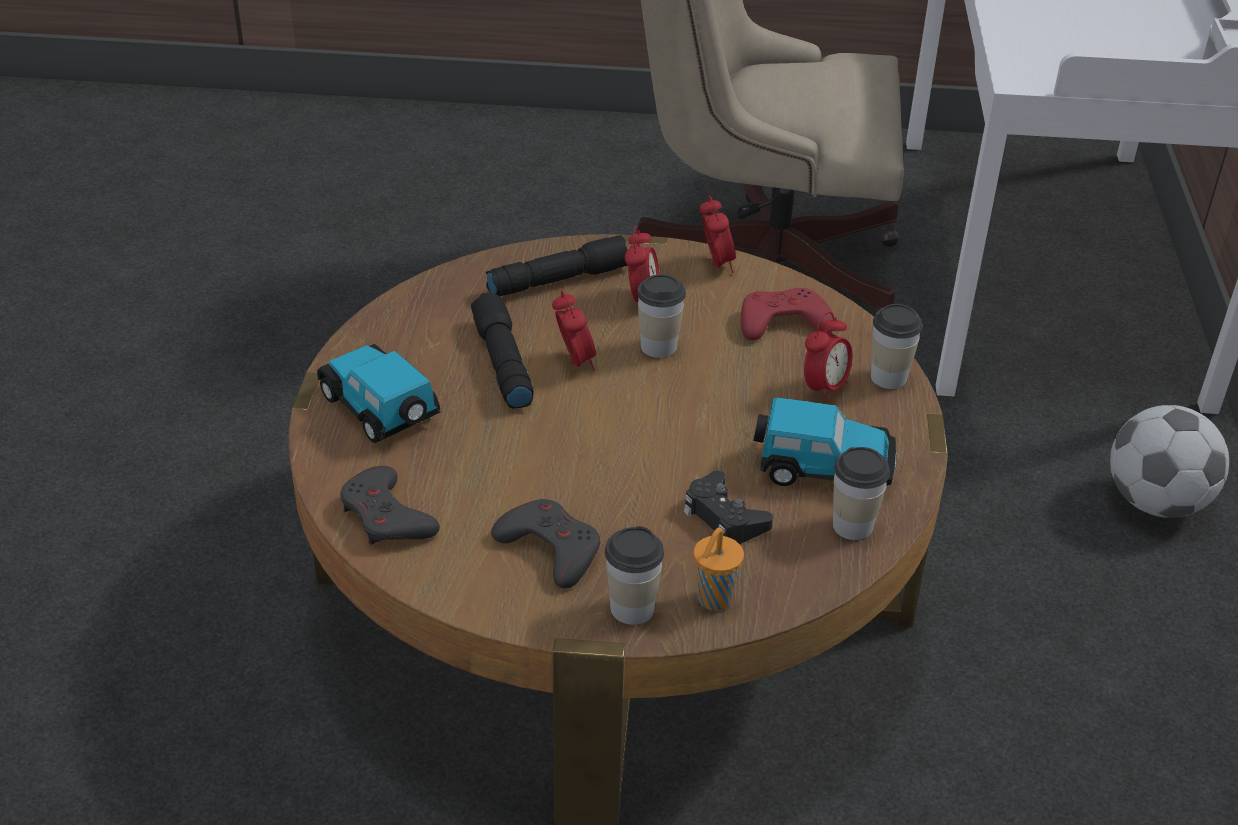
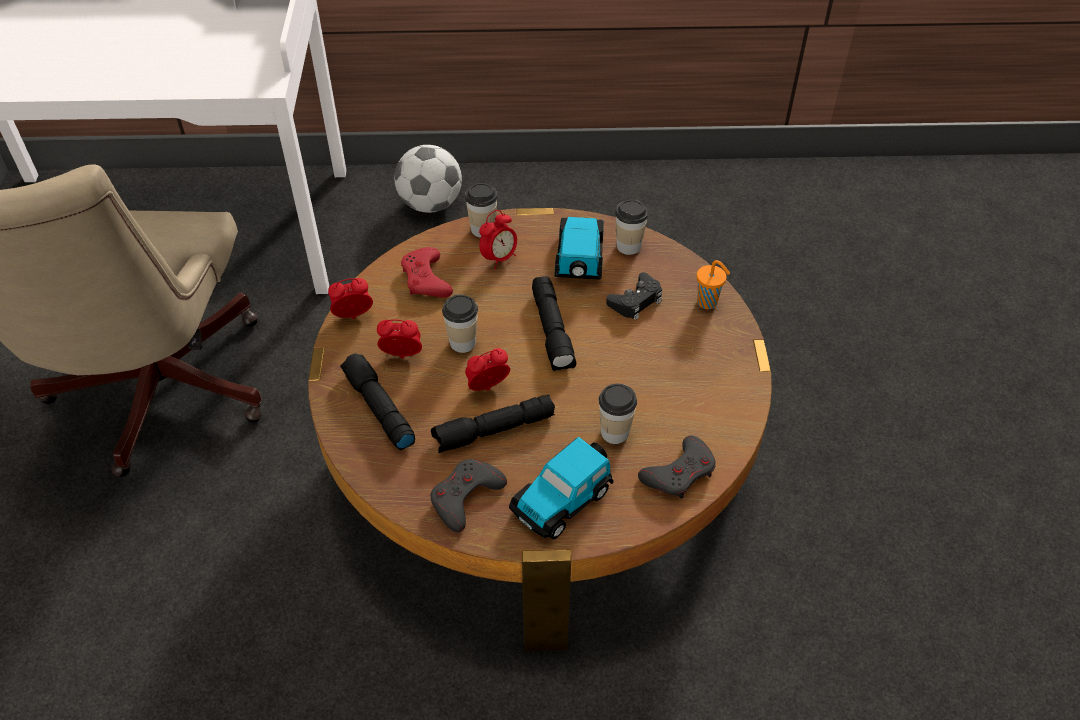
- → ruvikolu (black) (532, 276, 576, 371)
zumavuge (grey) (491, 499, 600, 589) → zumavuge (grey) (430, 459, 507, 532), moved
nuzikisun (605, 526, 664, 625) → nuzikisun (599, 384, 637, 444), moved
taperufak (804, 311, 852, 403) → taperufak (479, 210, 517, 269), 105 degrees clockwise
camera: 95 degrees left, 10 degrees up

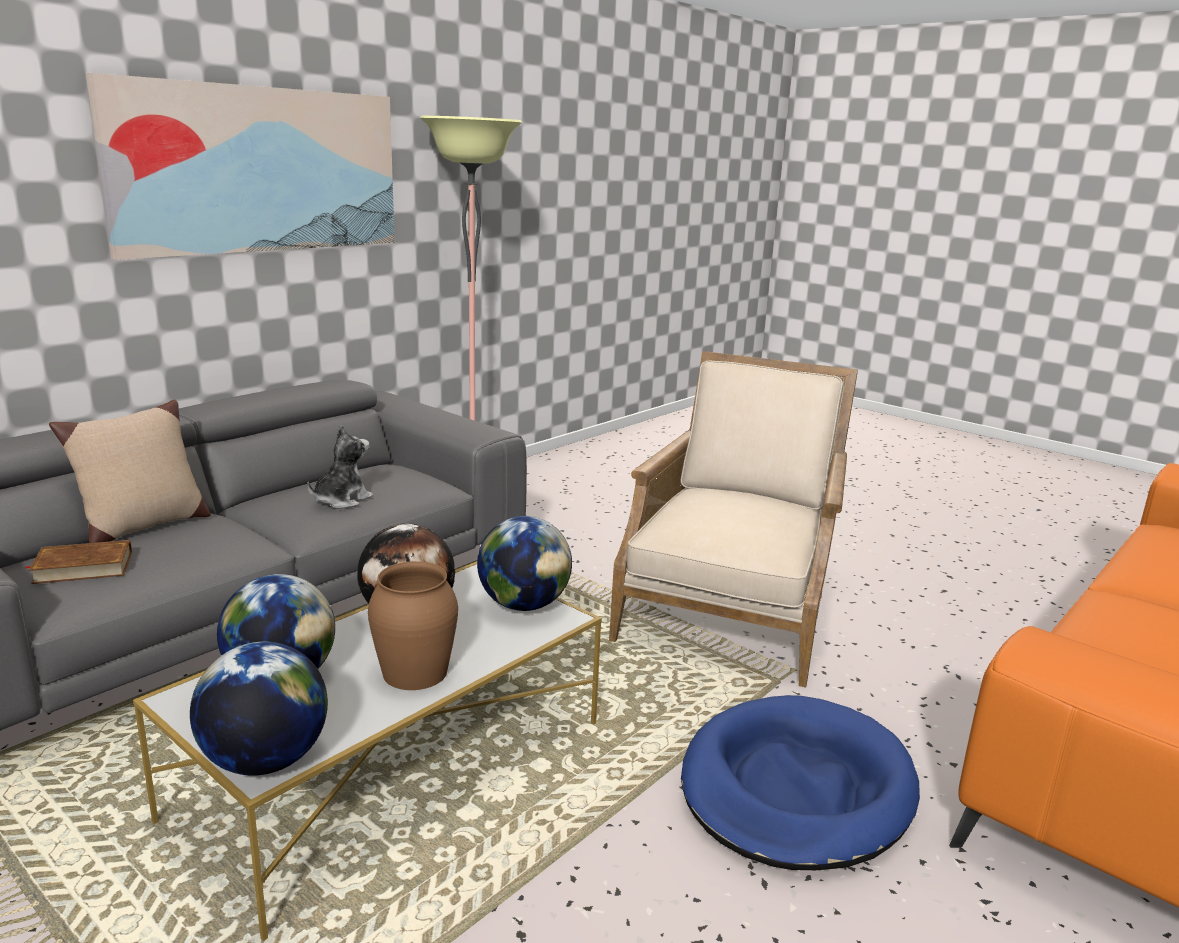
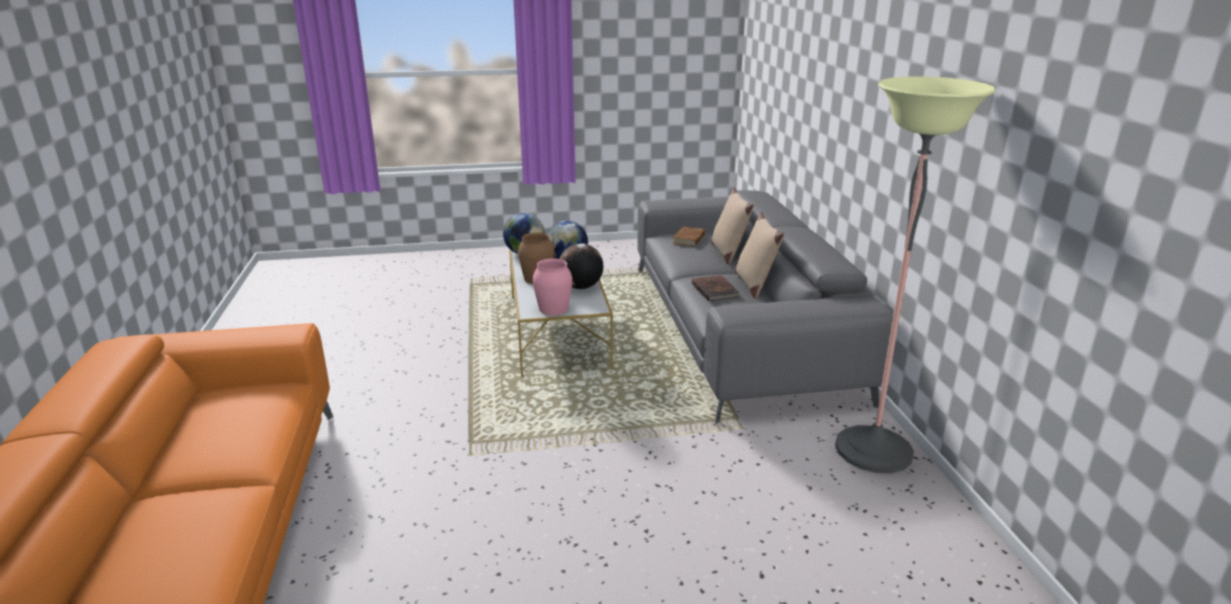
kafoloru (86, 73, 395, 260) → -
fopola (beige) (609, 351, 858, 688) → -
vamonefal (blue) (681, 695, 920, 870) → -
- → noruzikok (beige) (735, 212, 785, 298)
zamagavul (307, 425, 373, 509) → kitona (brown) (692, 275, 739, 301)
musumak (477, 516, 572, 611) → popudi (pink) (533, 258, 572, 315)
camera: 130 degrees right, 5 degrees up

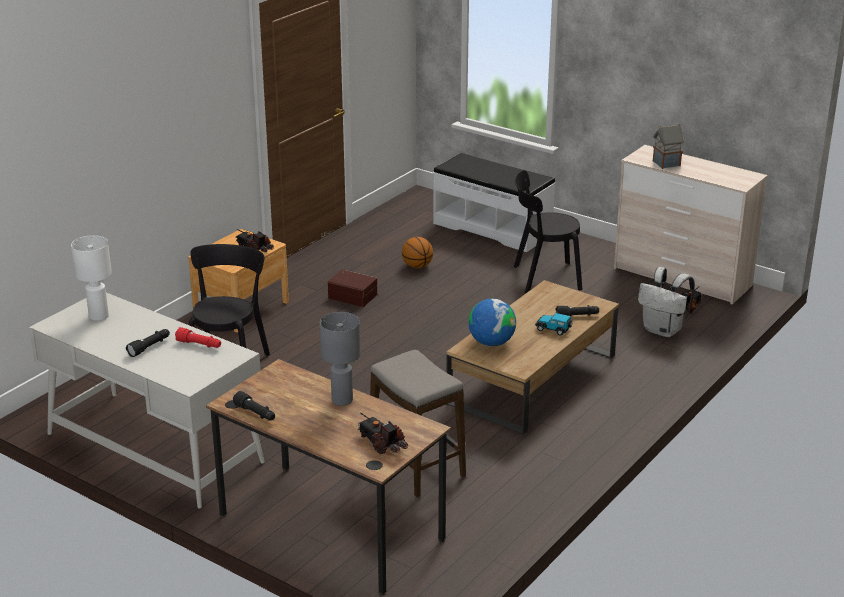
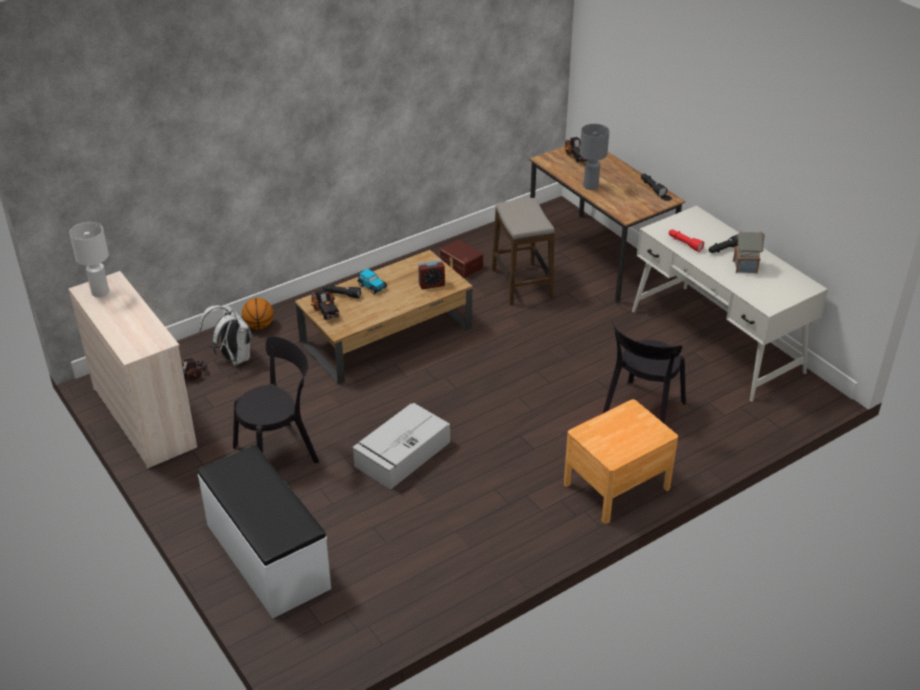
- → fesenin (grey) (352, 403, 450, 490)
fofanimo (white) (71, 235, 112, 321) → fofanimo (white) (69, 222, 109, 297), moved
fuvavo (235, 229, 274, 252) → fuvavo (311, 289, 340, 320), moved
fesenin (brown) (328, 270, 377, 307) → fesenin (brown) (440, 239, 483, 278), moved
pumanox (402, 237, 433, 268) → pumanox (242, 298, 274, 329), moved
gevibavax (653, 124, 684, 169) → gevibavax (733, 231, 765, 274), moved
musumak (468, 299, 516, 346) → taperufak (418, 260, 445, 289)
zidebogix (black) (514, 170, 582, 294) → zidebogix (black) (233, 336, 319, 463), 45 degrees counterclockwise
camera: 160 degrees left, 10 degrees up

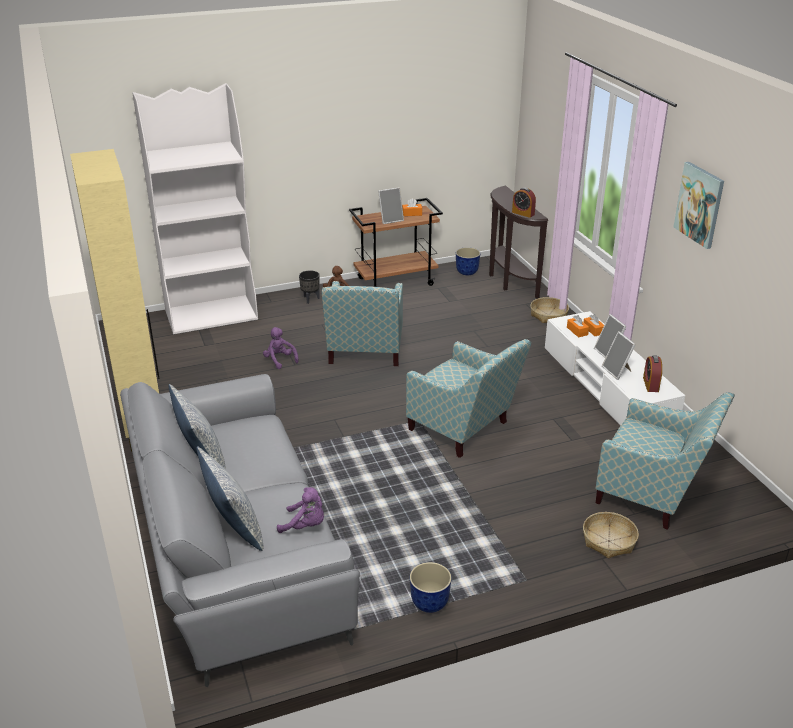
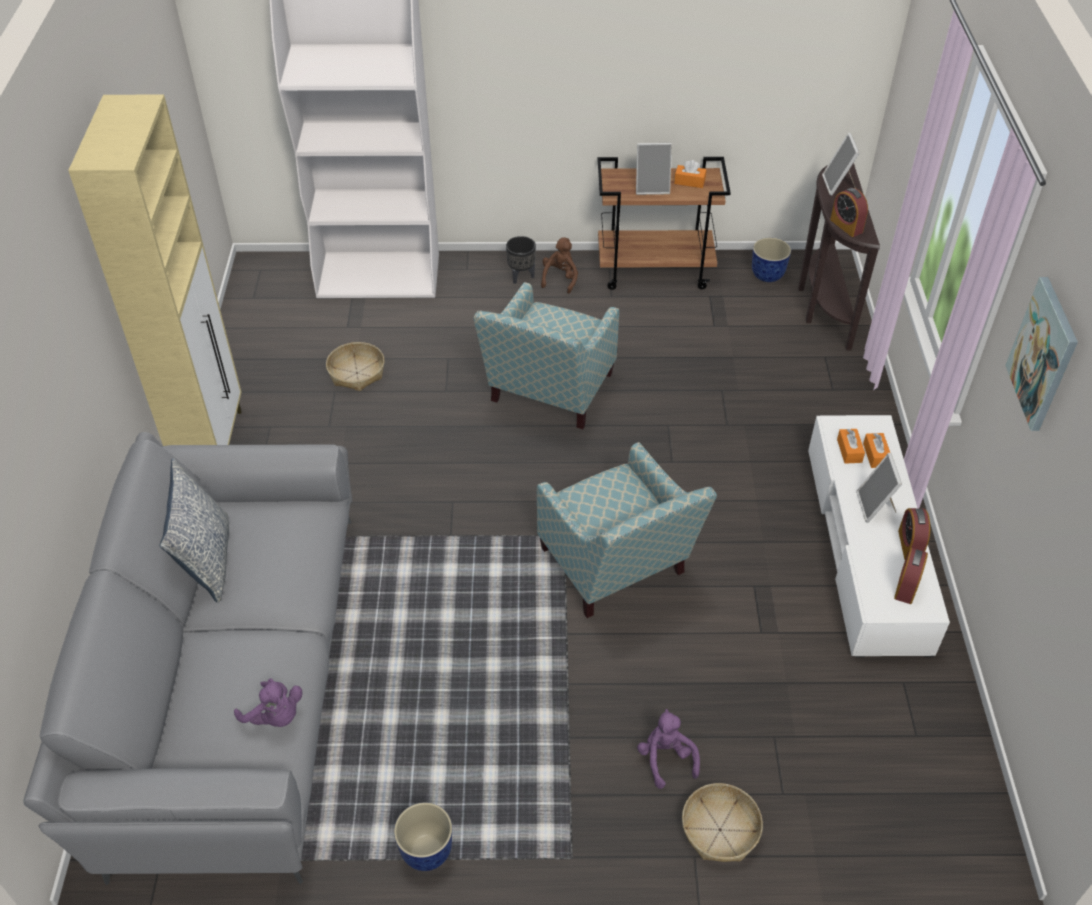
noruzikok (196, 447, 264, 551) → -
fopola (595, 392, 735, 530) → -
- → taperufak (898, 508, 930, 560)
zamagavul (purple) (263, 327, 299, 369) → zamagavul (purple) (637, 709, 700, 789), moved
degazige (530, 297, 569, 323) → degazige (326, 342, 385, 391), moved
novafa (602, 331, 636, 380) → novafa (822, 133, 860, 195), moved
camera: 20 degrees right, 15 degrees up

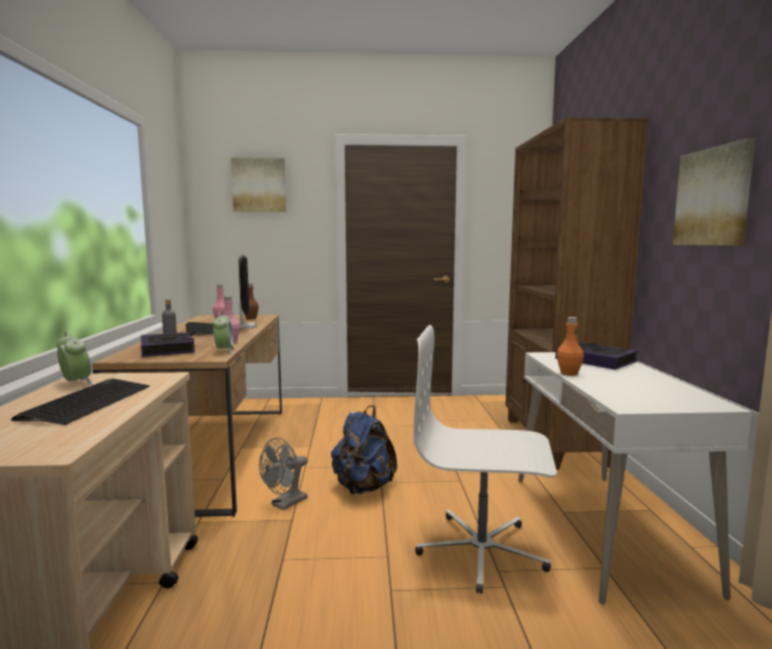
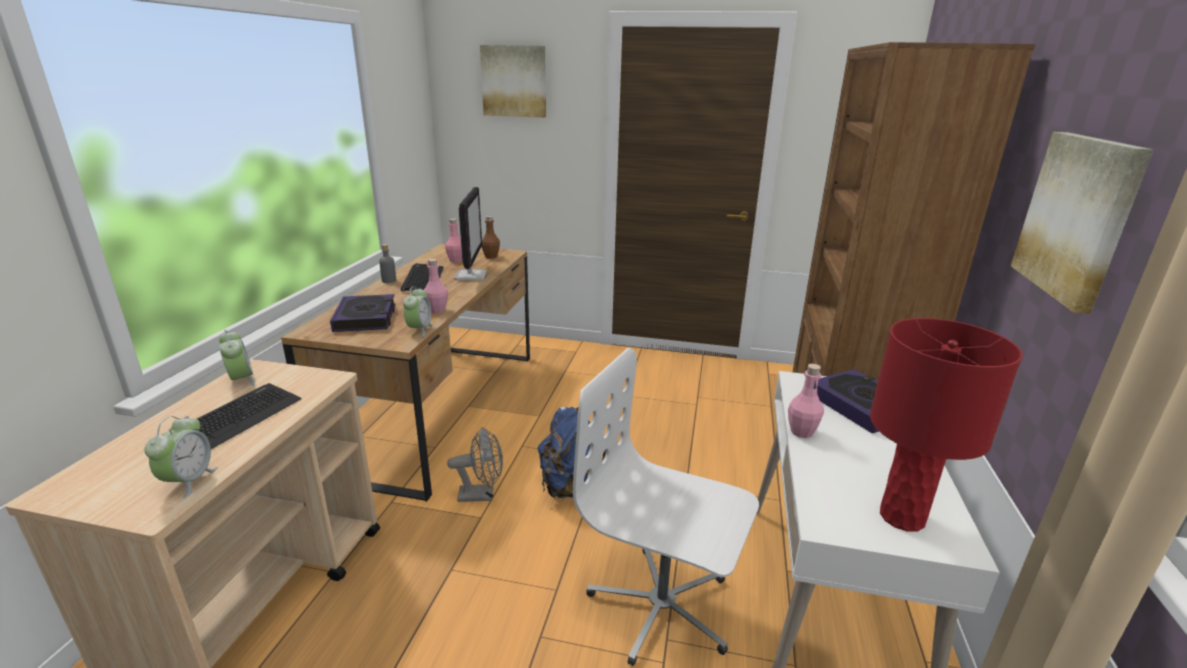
- → taperufak (144, 416, 218, 498)
- → fofanimo (red) (870, 318, 1022, 532)
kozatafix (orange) (557, 317, 584, 376) → kozatafix (pink) (788, 364, 824, 438)
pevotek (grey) (259, 438, 308, 510) → pevotek (grey) (447, 427, 503, 502), 150 degrees counterclockwise
camera: 15 degrees right, 15 degrees up

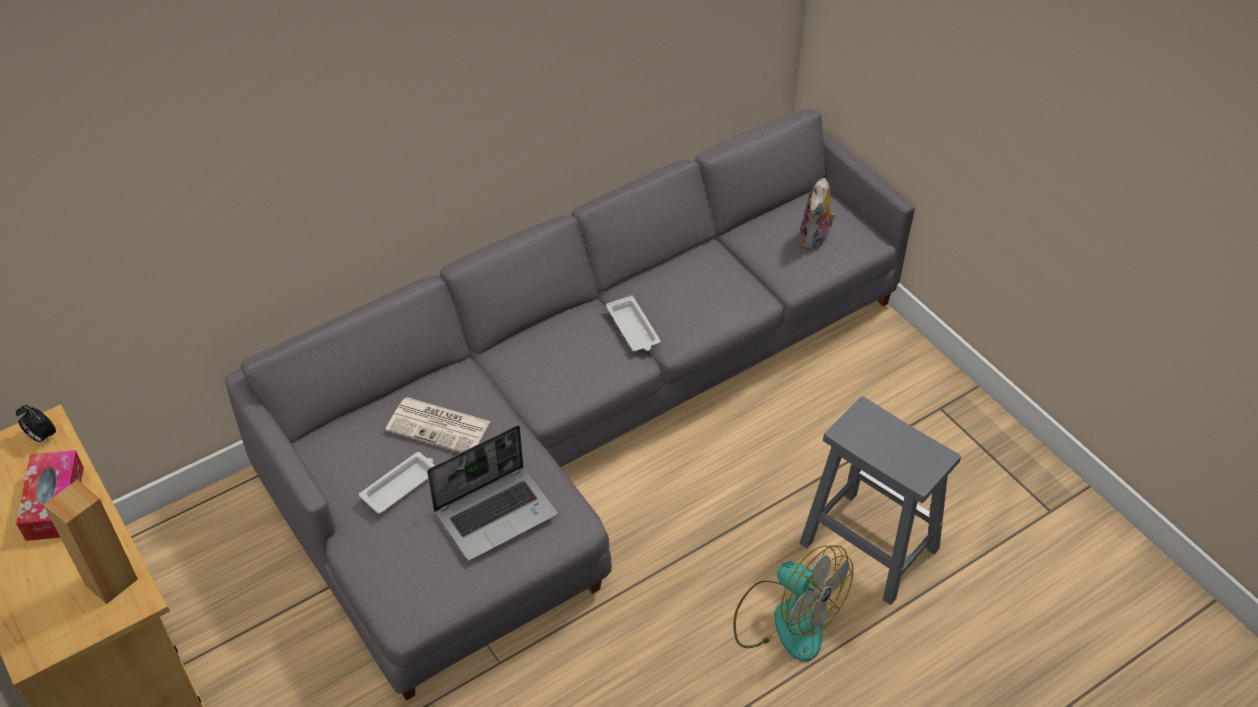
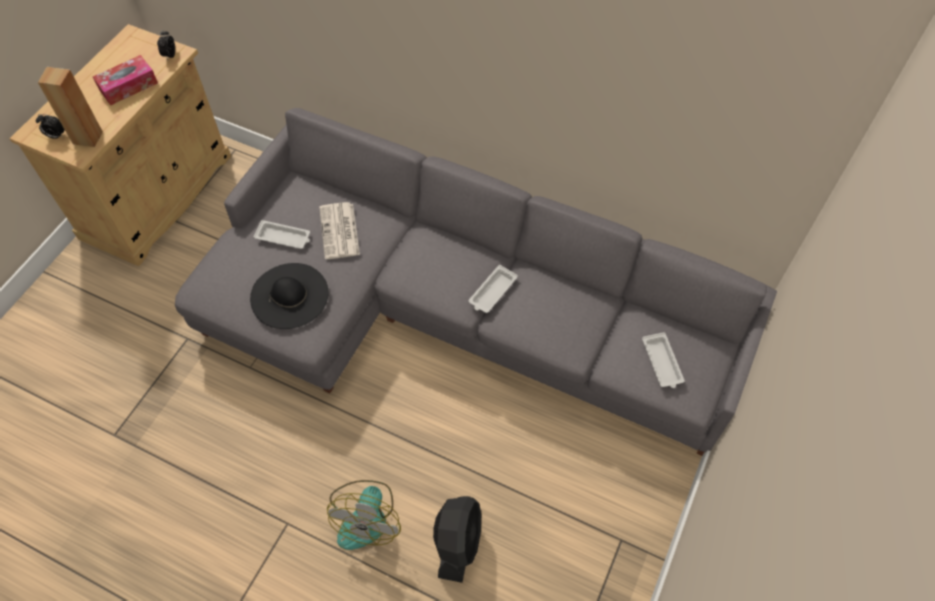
- → taperufak (36, 114, 65, 139)
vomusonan (427, 425, 558, 561) → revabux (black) (250, 263, 328, 329)
zamagavul (798, 178, 836, 250) → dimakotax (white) (642, 332, 685, 388)
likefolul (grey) (800, 396, 961, 605) → pevotek (black) (433, 496, 481, 583)
camera: 60 degrees right, 10 degrees up

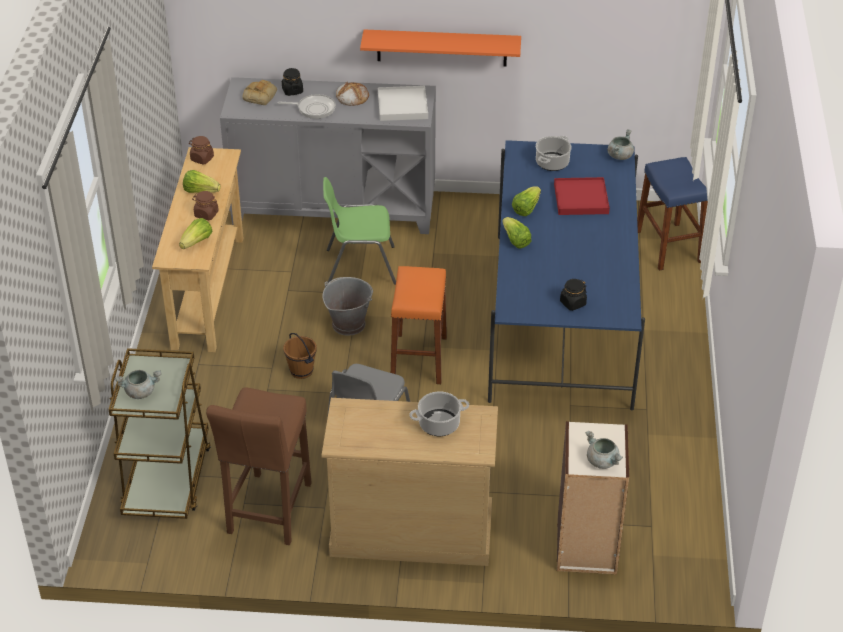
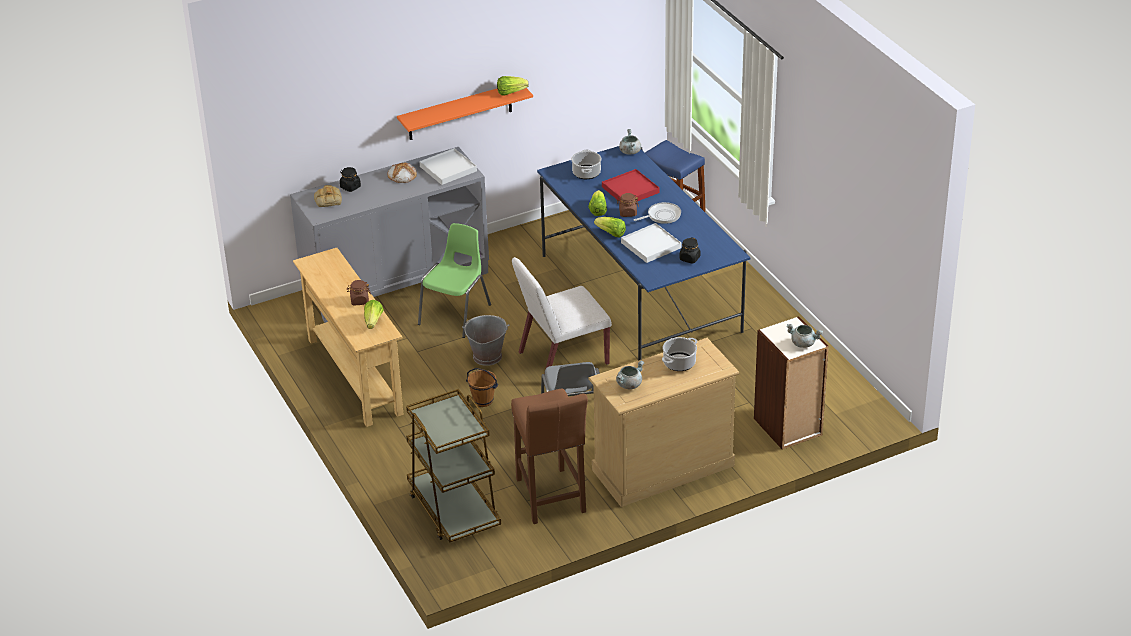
- → dimakotax (white) (621, 223, 682, 263)
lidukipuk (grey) (115, 370, 162, 399) → lidukipuk (grey) (616, 360, 644, 390), moved
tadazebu (183, 170, 221, 193) → tadazebu (497, 76, 529, 95), moved
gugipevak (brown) (189, 136, 214, 164) → gugipevak (brown) (617, 193, 639, 217), moved
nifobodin (278, 94, 336, 119) → nifobodin (634, 202, 681, 224), moved
likefolul (orange) (391, 266, 447, 384) → zidebogix (white) (512, 257, 612, 374)
zidebogix (green) (323, 177, 396, 285) → zidebogix (green) (418, 223, 491, 338), 150 degrees clockwise
camera: 30 degrees left, 5 degrees down

